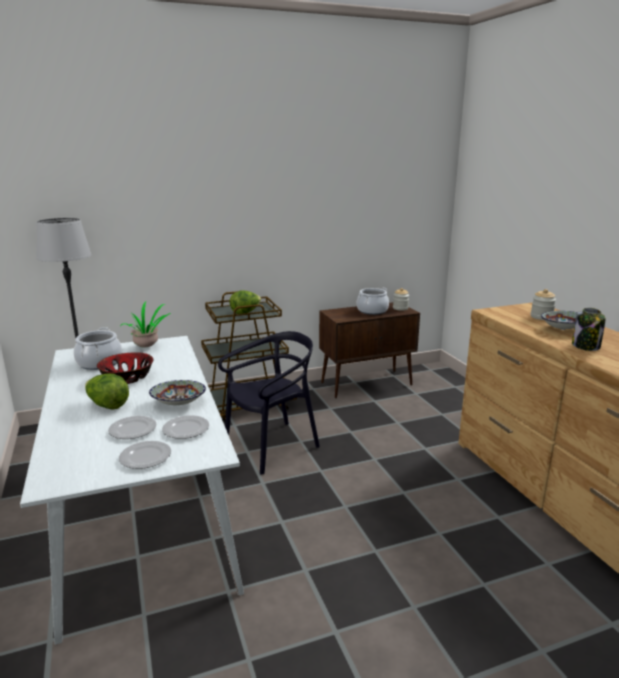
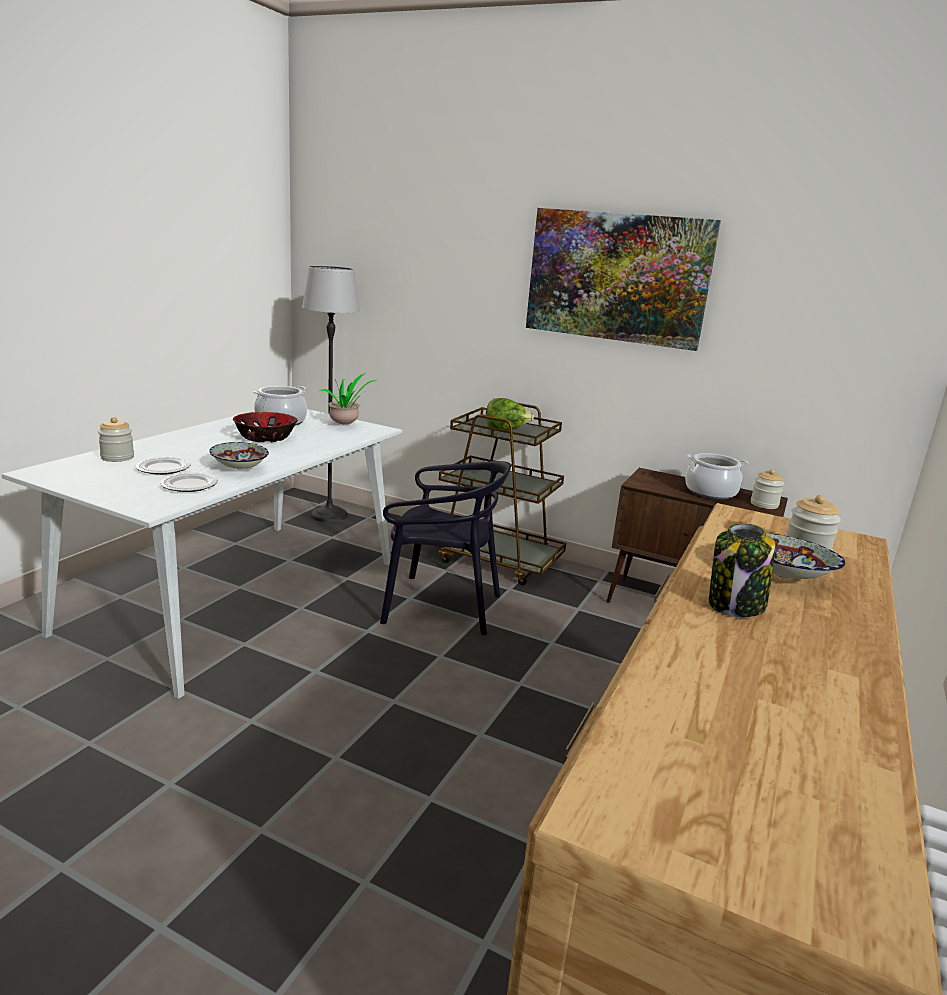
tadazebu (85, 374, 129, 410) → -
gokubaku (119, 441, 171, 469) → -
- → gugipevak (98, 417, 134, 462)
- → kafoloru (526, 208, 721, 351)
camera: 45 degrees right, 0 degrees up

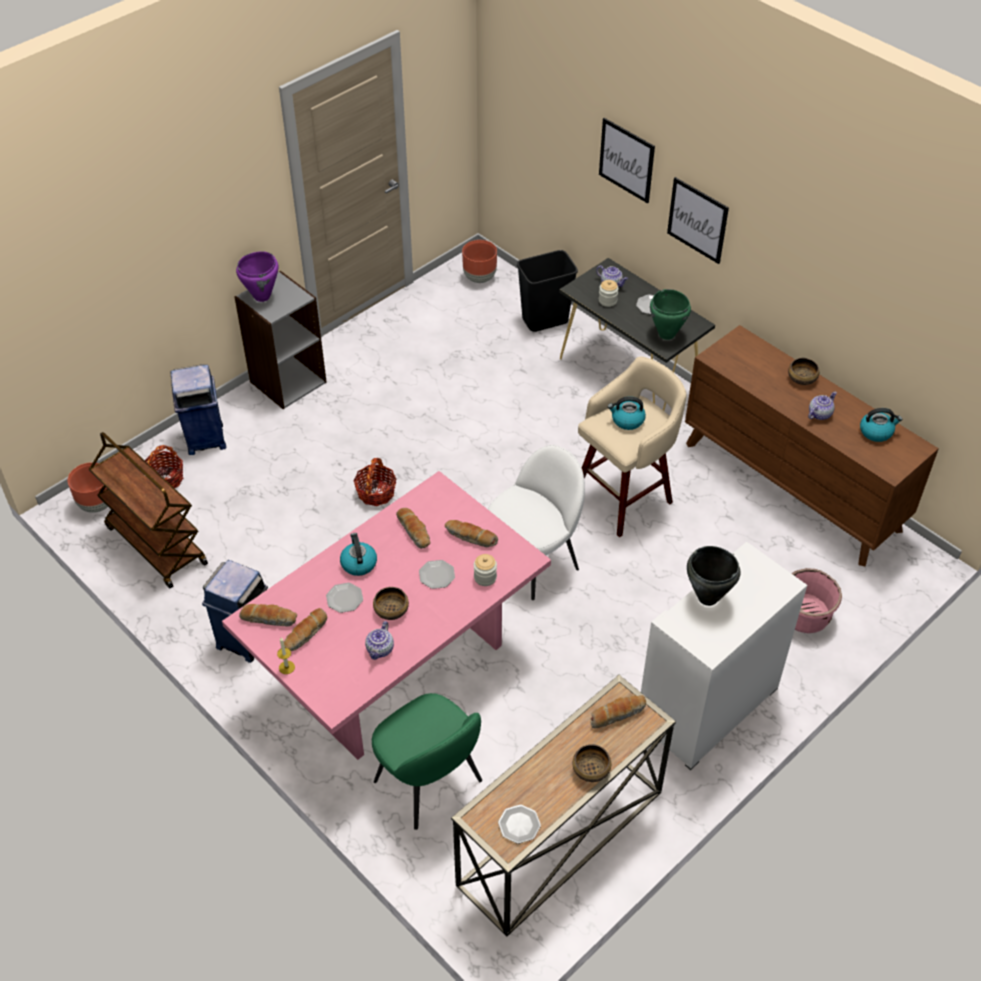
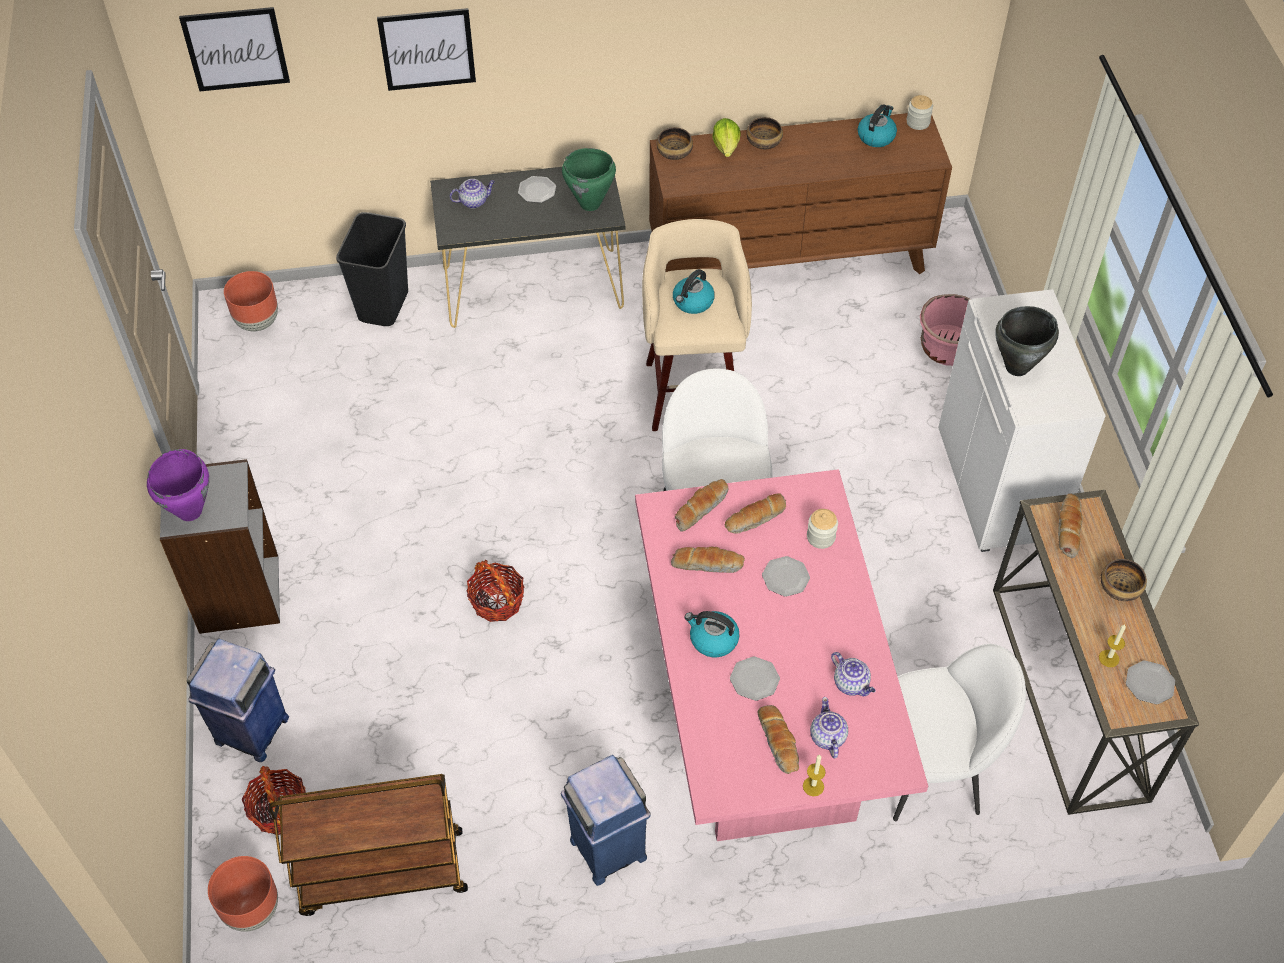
- → tadazebu (712, 118, 741, 157)
- → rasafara (1099, 624, 1126, 667)
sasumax (239, 604, 297, 626) → sasumax (675, 479, 728, 532), moved
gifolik (373, 587, 409, 620) → gifolik (657, 127, 693, 160), moved
gugipevak (599, 280, 618, 307) → gugipevak (907, 95, 933, 130), moved
kafoloru (667, 177, 729, 264) → kafoloru (179, 7, 290, 91), moved
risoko (808, 391, 837, 420) → risoko (810, 697, 848, 759), moved
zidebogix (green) (372, 693, 482, 830) → zidebogix (white) (893, 644, 1026, 821)
camera: 55 degrees left, 5 degrees up

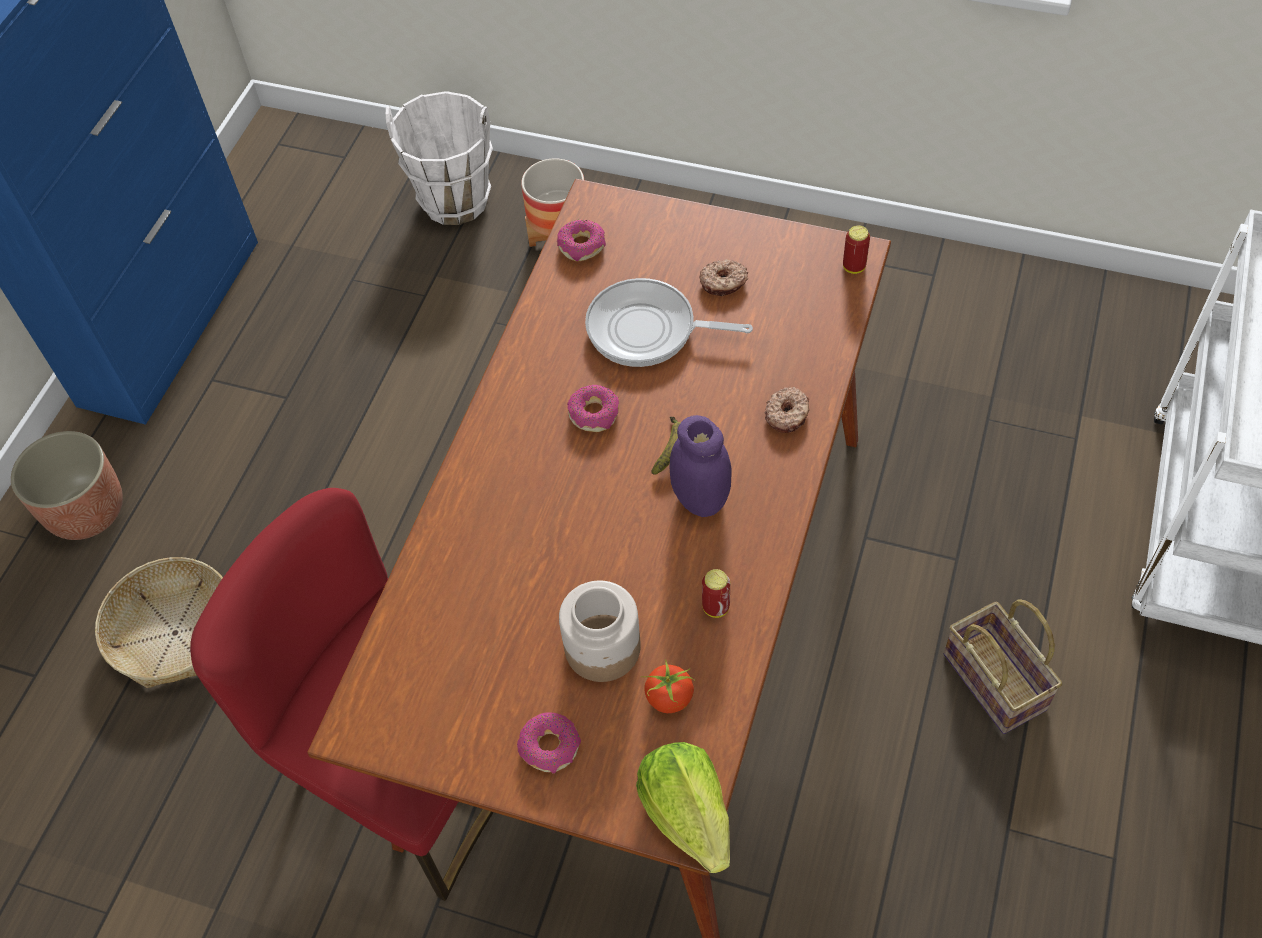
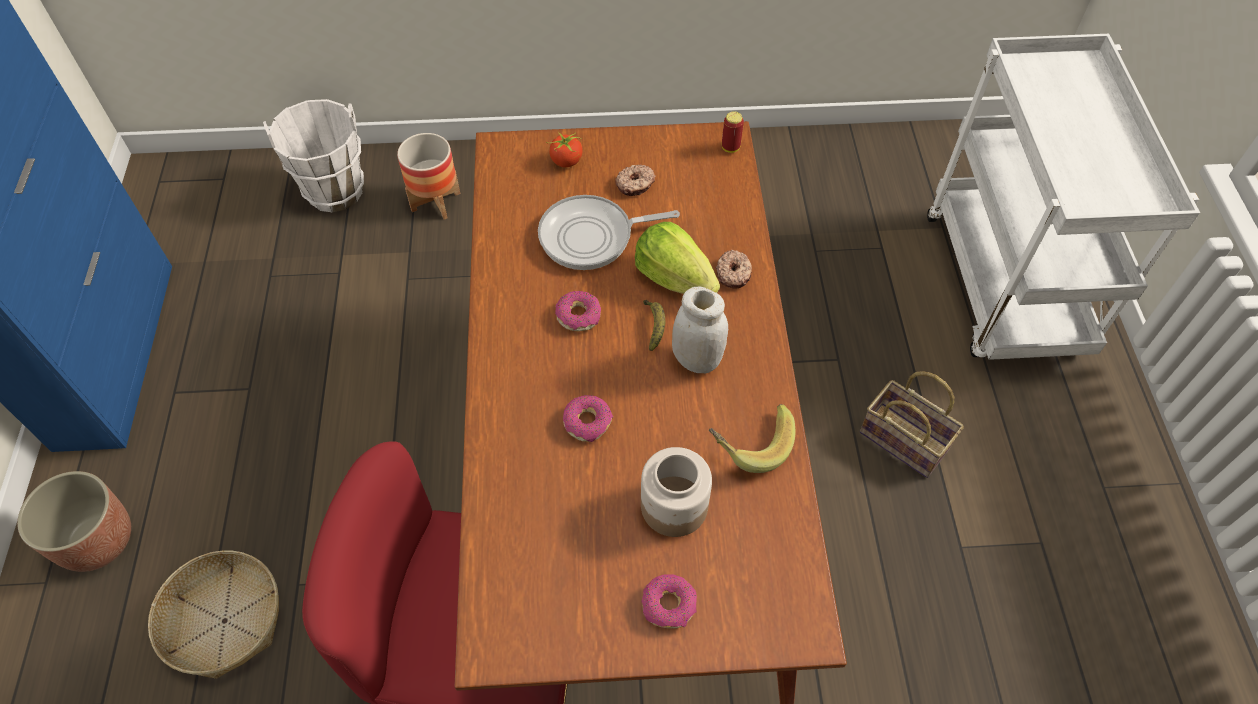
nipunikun (557, 219, 606, 261) → nipunikun (563, 395, 613, 442), moved
tadazebu (636, 742, 730, 873) → tadazebu (635, 222, 720, 294), moved
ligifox (640, 659, 695, 713) → ligifox (546, 132, 583, 167), moved
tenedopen (702, 569, 730, 618) → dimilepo (709, 404, 795, 473)
gugipevak (purple) (669, 415, 732, 517) → gugipevak (white) (672, 287, 728, 373)
camera: 25 degrees left, 0 degrees up

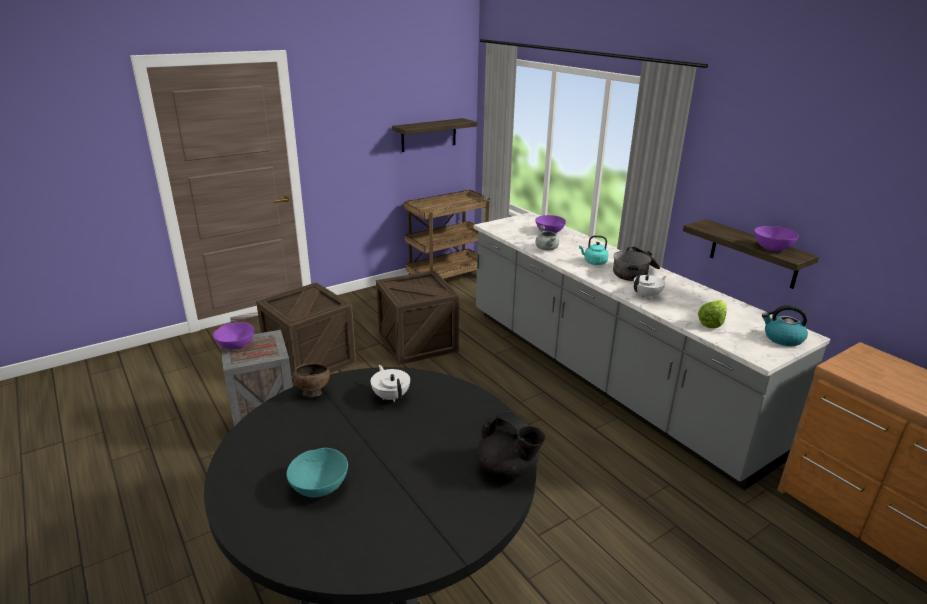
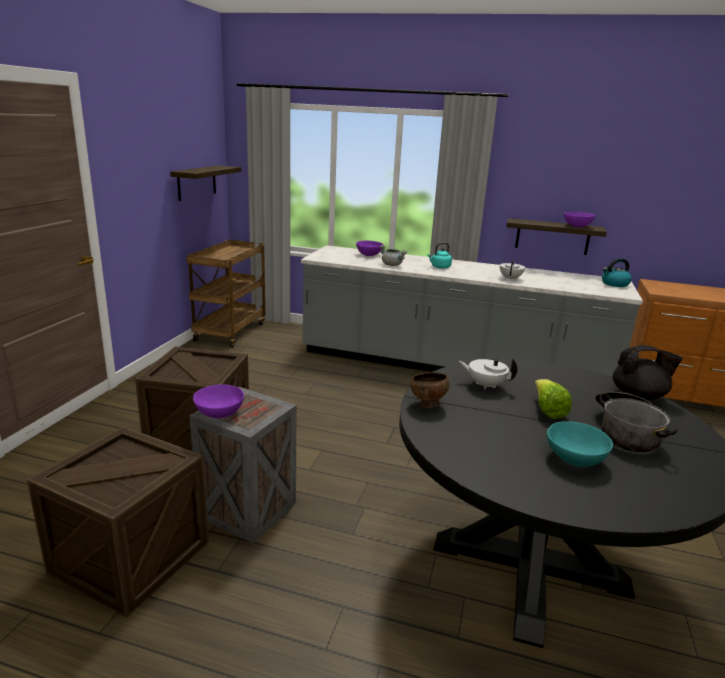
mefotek (376, 270, 459, 365) → mefotek (26, 426, 209, 617), moved
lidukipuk (613, 246, 660, 281) → lidukipuk (595, 392, 678, 452), moved
tadazebu (698, 300, 727, 328) → tadazebu (535, 379, 572, 419), moved
camera: 40 degrees left, 5 degrees down

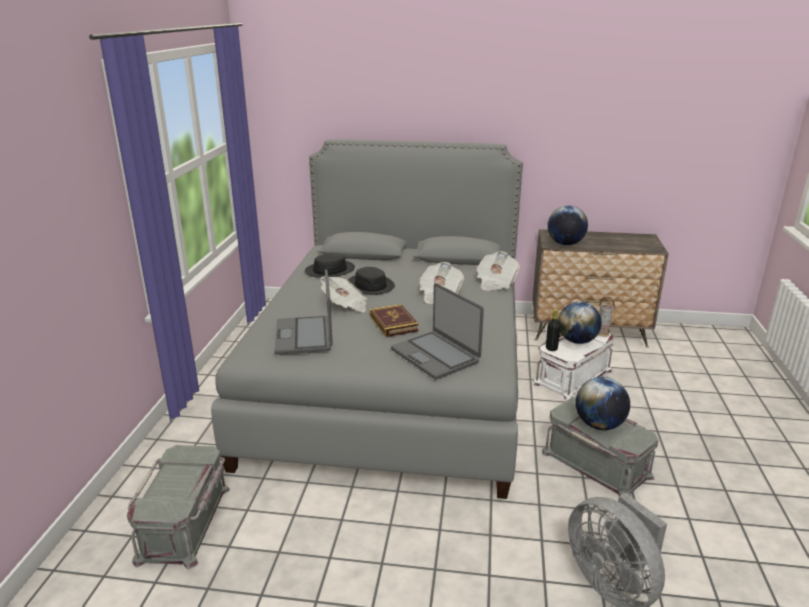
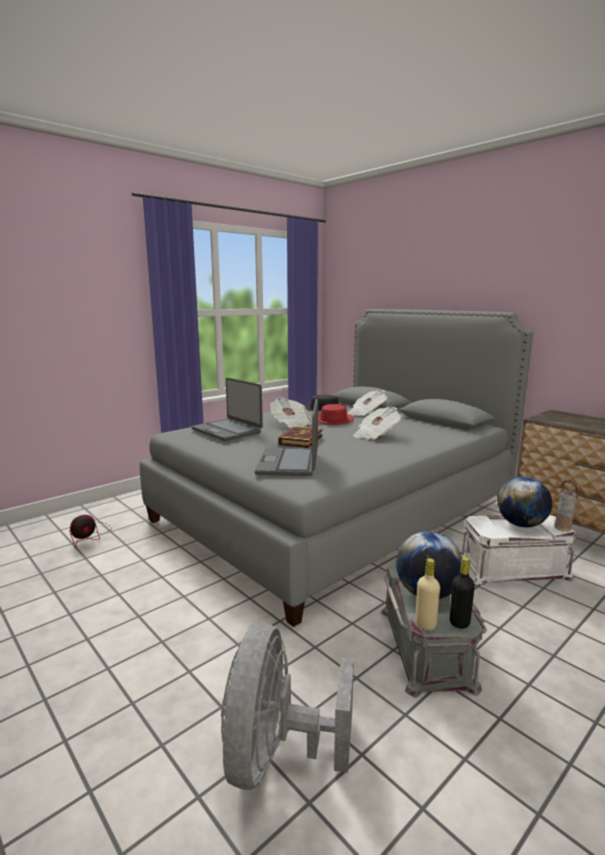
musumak (548, 206, 588, 245) → -
- → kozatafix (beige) (415, 558, 440, 631)
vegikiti (476, 251, 520, 291) → vegikiti (347, 390, 387, 416), moved
kozatafix (black) (546, 309, 561, 351) → kozatafix (black) (450, 557, 475, 629), moved
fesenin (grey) (127, 445, 230, 569) → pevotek (69, 515, 112, 548)
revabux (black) (348, 267, 395, 295) → revabux (red) (318, 404, 354, 425)
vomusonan (274, 269, 333, 355) → vomusonan (192, 378, 263, 441), 75 degrees counterclockwise
camera: 40 degrees right, 10 degrees down

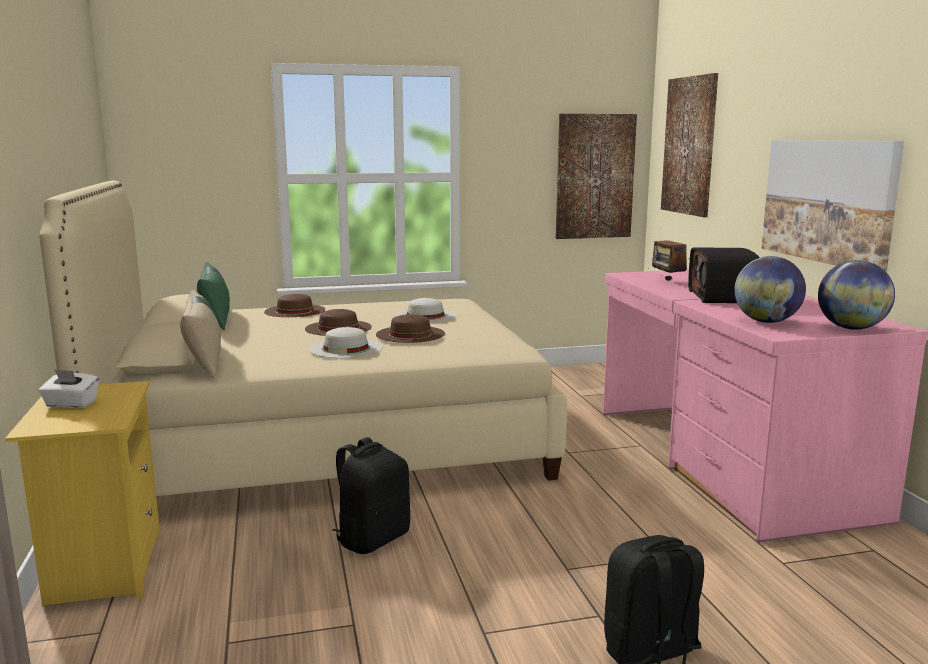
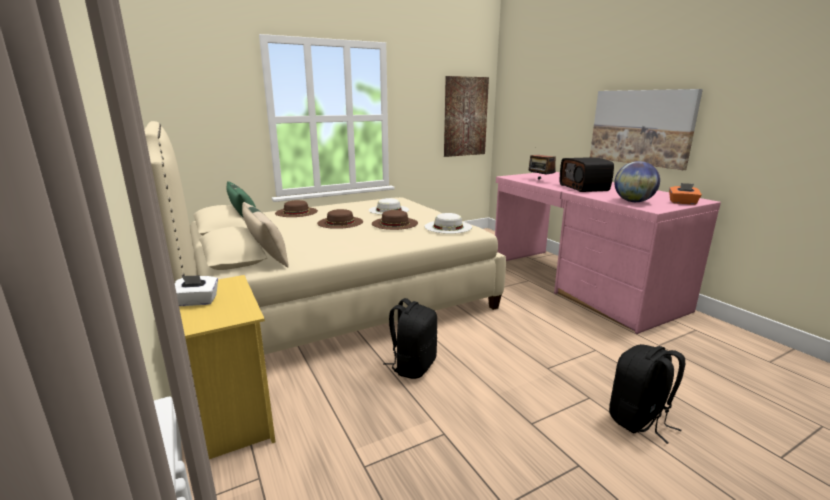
kafoloru (661, 73, 718, 217) → -
revabux (white) (309, 327, 383, 358) → revabux (white) (424, 213, 472, 234), moved
musumak (818, 260, 895, 330) → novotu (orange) (669, 183, 702, 205)
camera: 15 degrees left, 5 degrees up

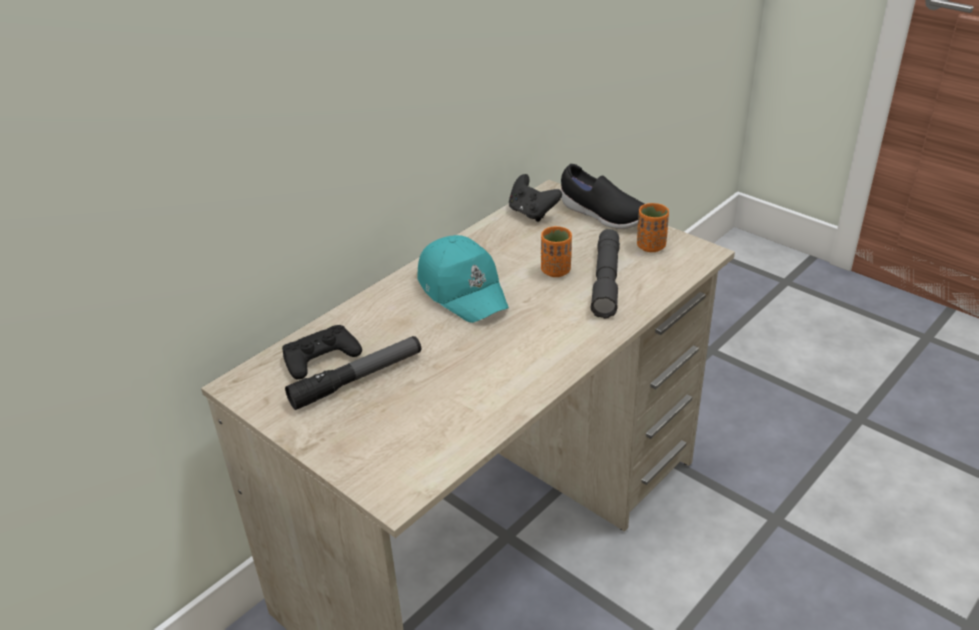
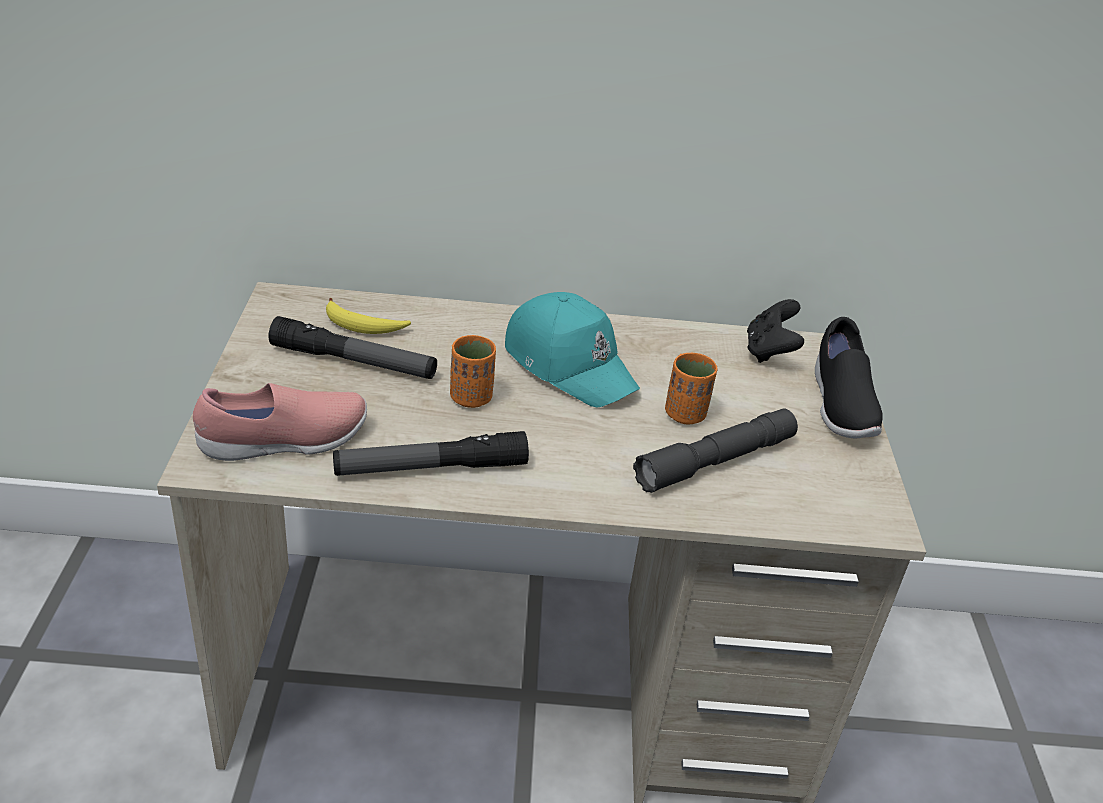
- → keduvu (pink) (193, 383, 367, 461)
- → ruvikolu (333, 431, 529, 476)
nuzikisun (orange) (637, 203, 669, 252) → nuzikisun (orange) (450, 335, 496, 408), moved
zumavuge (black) (282, 325, 362, 380) → dimilepo (326, 298, 411, 334)
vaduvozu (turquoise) (417, 235, 509, 323) → vaduvozu (turquoise) (505, 292, 640, 408), 60 degrees counterclockwise
camera: 45 degrees right, 0 degrees up

